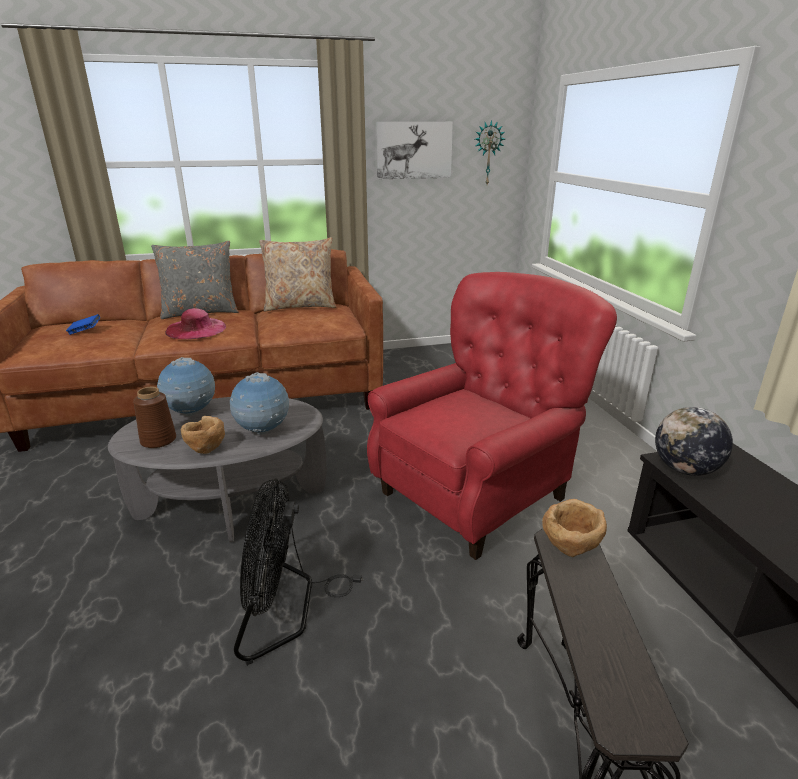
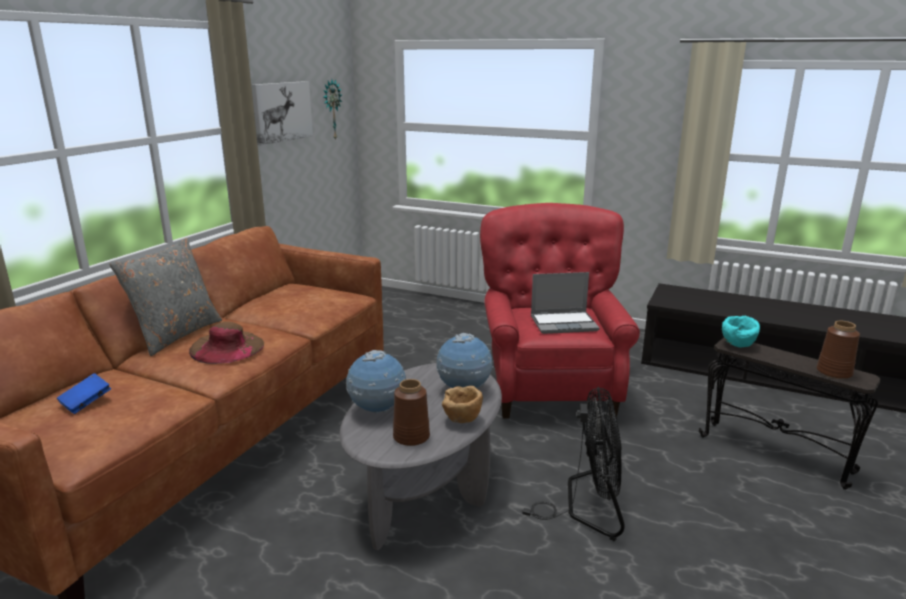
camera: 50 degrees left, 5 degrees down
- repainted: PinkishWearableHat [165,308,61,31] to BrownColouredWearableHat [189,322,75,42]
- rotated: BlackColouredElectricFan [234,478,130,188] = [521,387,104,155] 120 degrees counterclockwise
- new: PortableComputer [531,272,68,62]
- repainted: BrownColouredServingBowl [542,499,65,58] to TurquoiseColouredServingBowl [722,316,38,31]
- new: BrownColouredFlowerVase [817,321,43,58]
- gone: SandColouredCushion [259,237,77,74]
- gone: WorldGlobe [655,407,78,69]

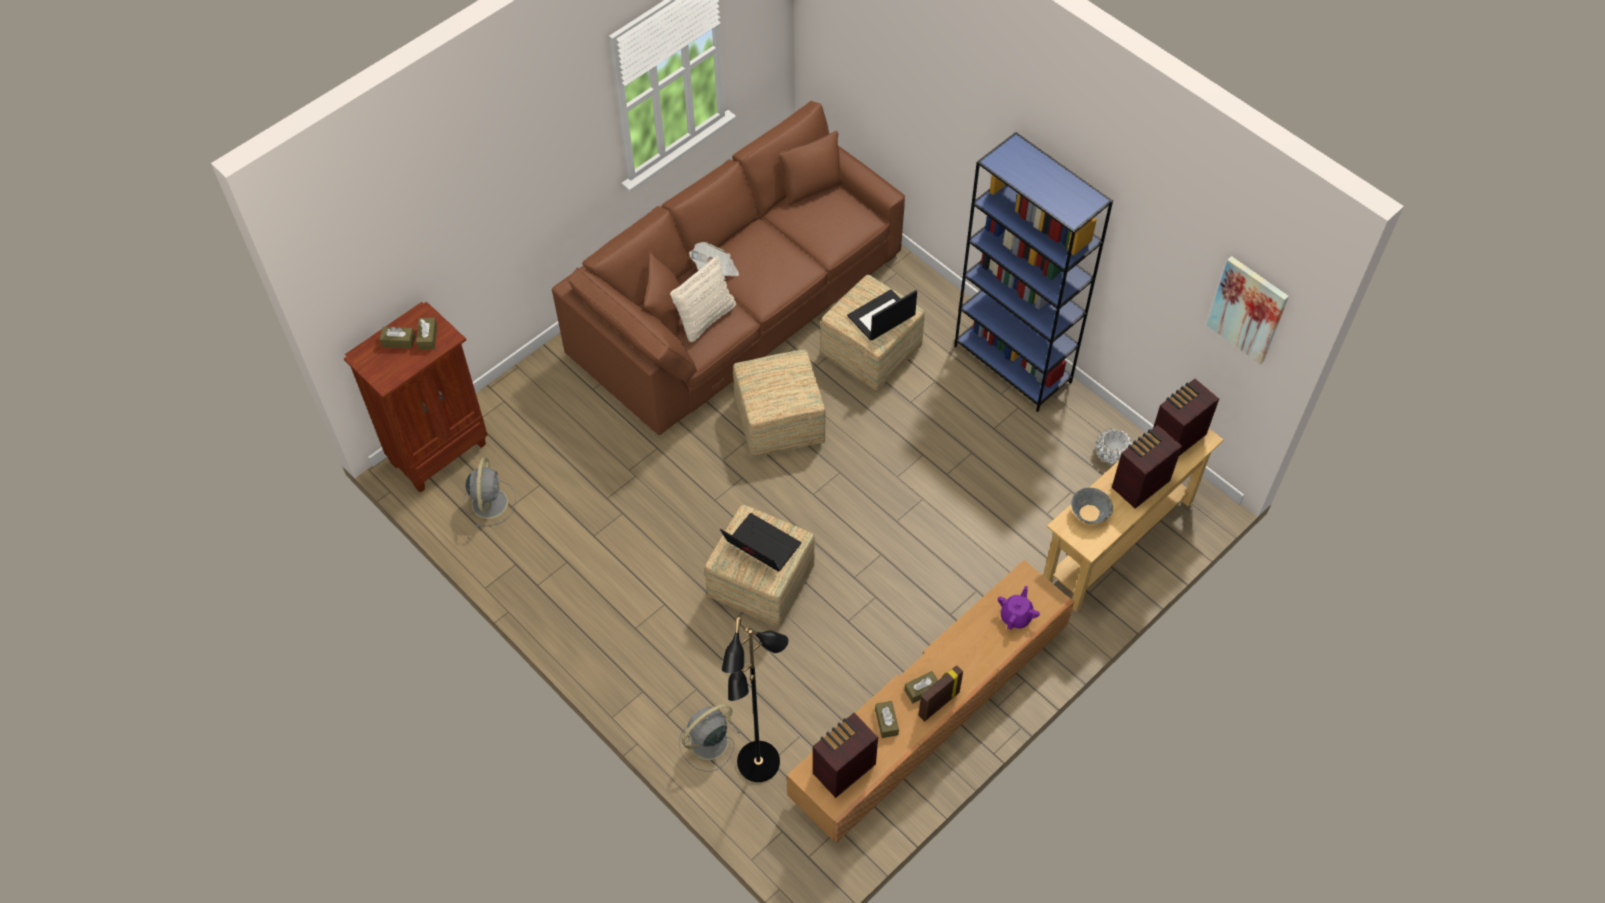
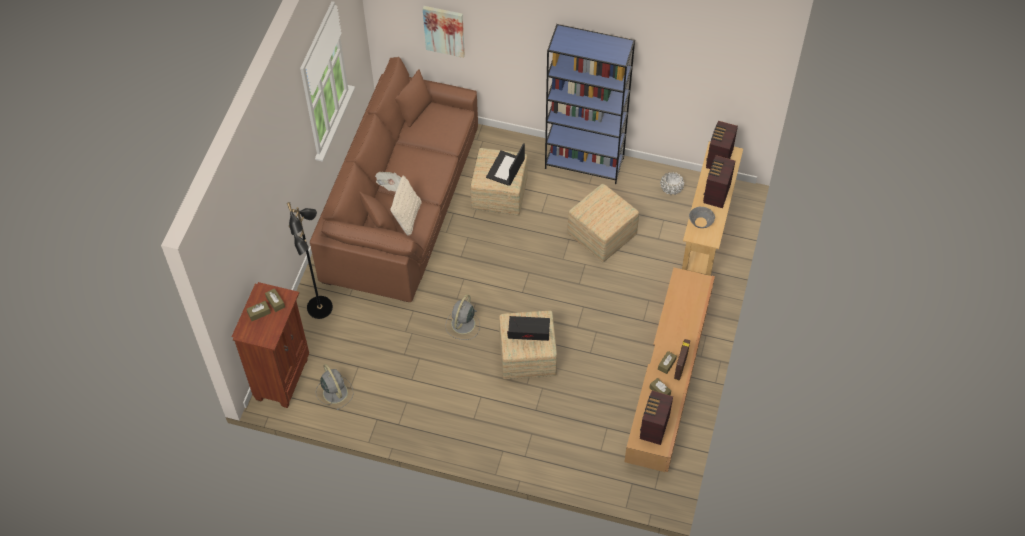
camera: 30 degrees left, 0 degrees up
- shifted: BlackColouredStandingLamp [722,617,67,165] to [287,202,46,117]
- shifted: WallPicture [1206,256,83,108] to [423,6,42,52]
- shifted: GrayElectricFan [679,704,62,68] to [445,294,35,46]
- shifted: Ottoman [733,350,93,108] to [567,184,72,78]
- gone: PurplishPotForTea [998,586,42,44]

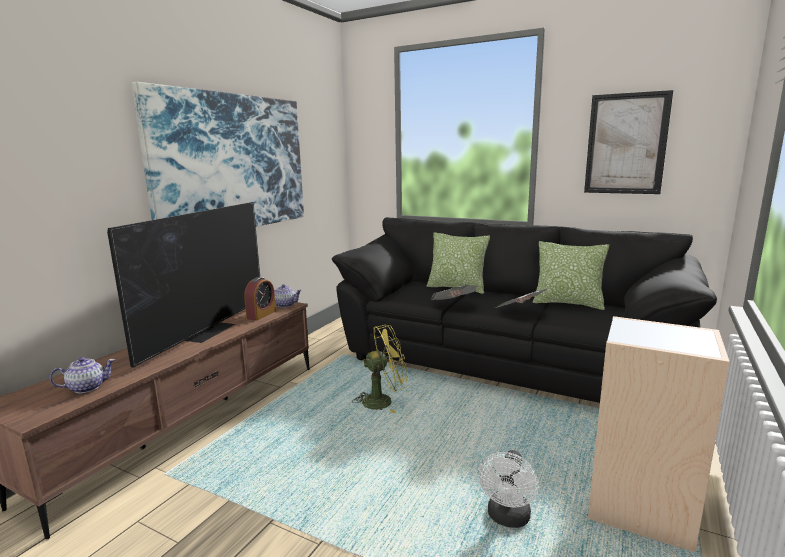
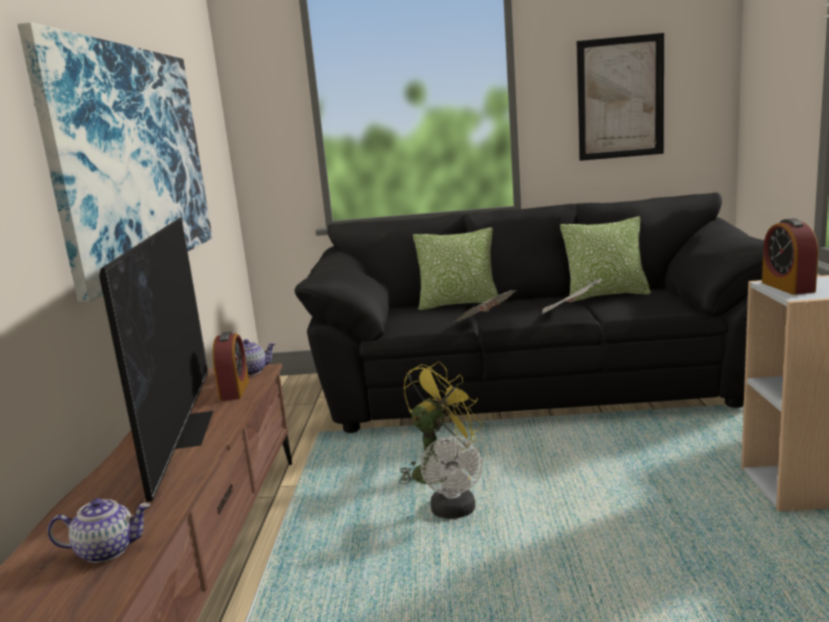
camera: 25 degrees left, 0 degrees up
- rotated: PotForTea [50,357,65,36] = [48,498,102,65] 45 degrees clockwise
- shifted: WhitishElectricFan [479,450,60,78] to [421,436,62,83]
- new: BedsideClock [762,218,56,77]

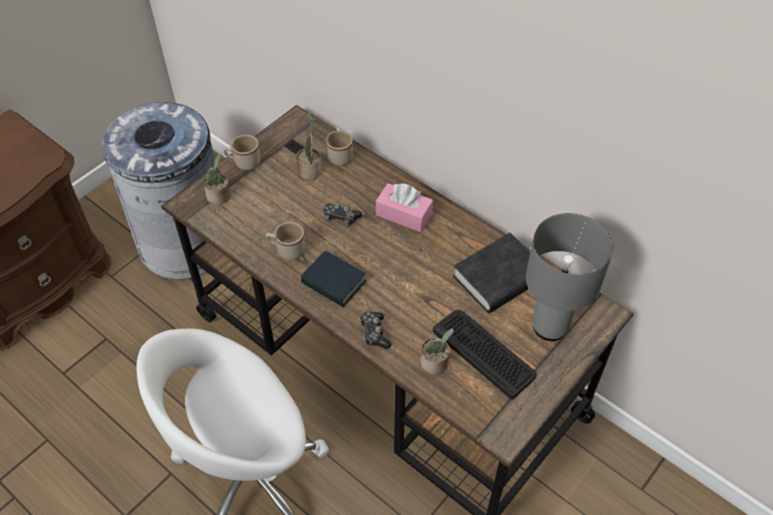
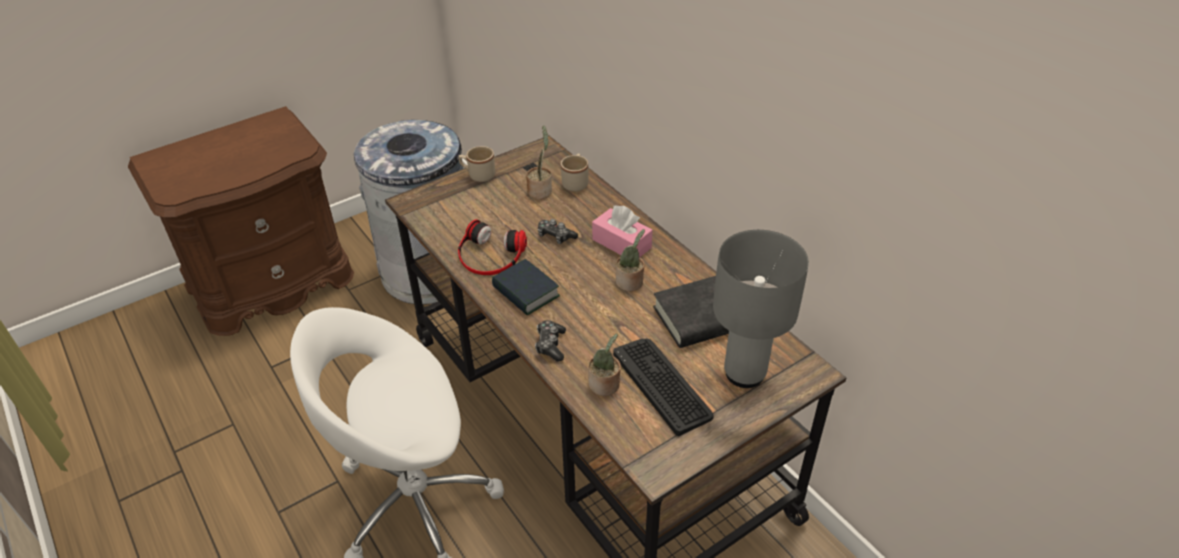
camera: 15 degrees right, 10 degrees down
- swapped: SandColouredCoffeeMug [266,222,39,38] to Headphones [458,219,69,56]
- shifted: PlantInAPot [203,154,28,51] to [616,229,29,62]

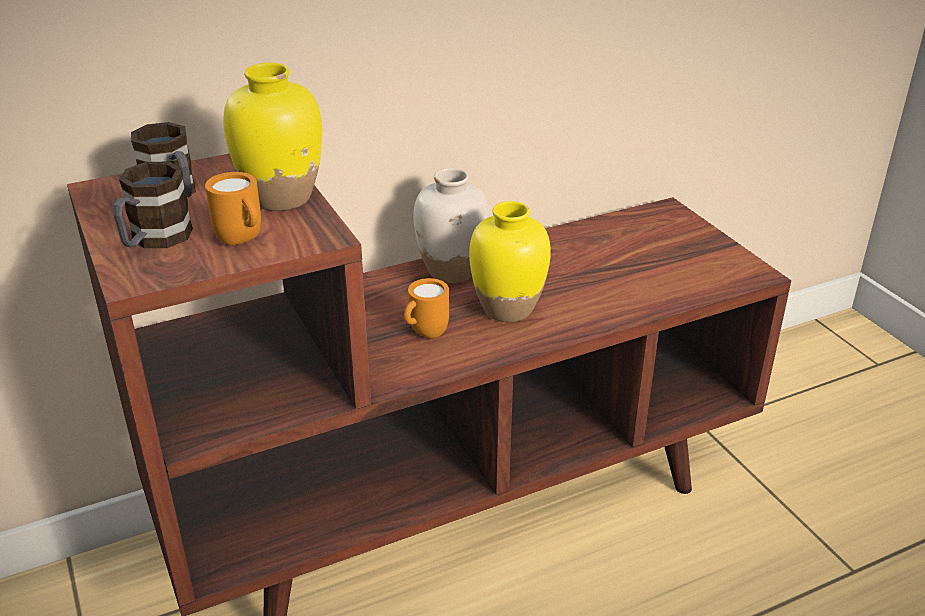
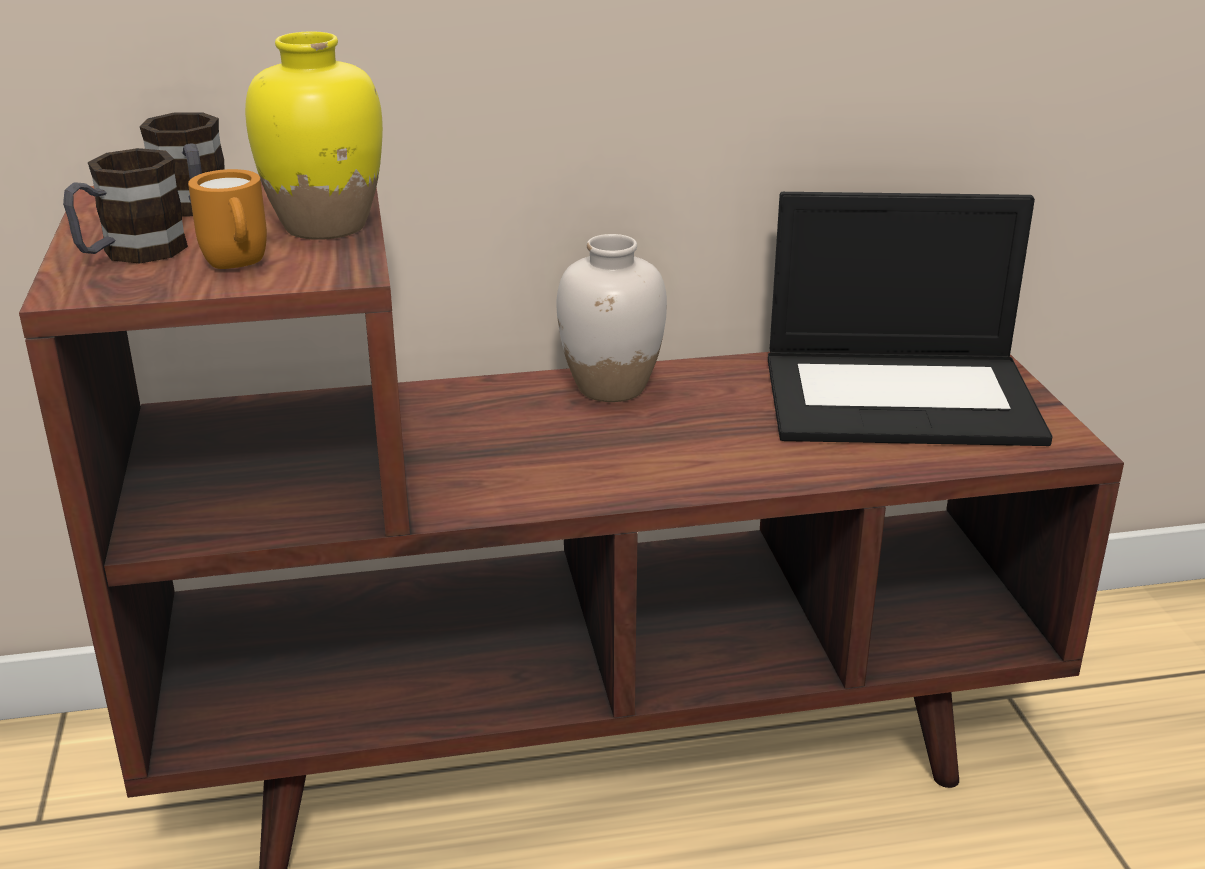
camera: 15 degrees right, 5 degrees down
- new: PortableComputer [768,192,285,254]
- gone: OrangeCoffeeMug [404,278,45,60]
- gone: YellowColouredFlowerVase [469,201,82,121]

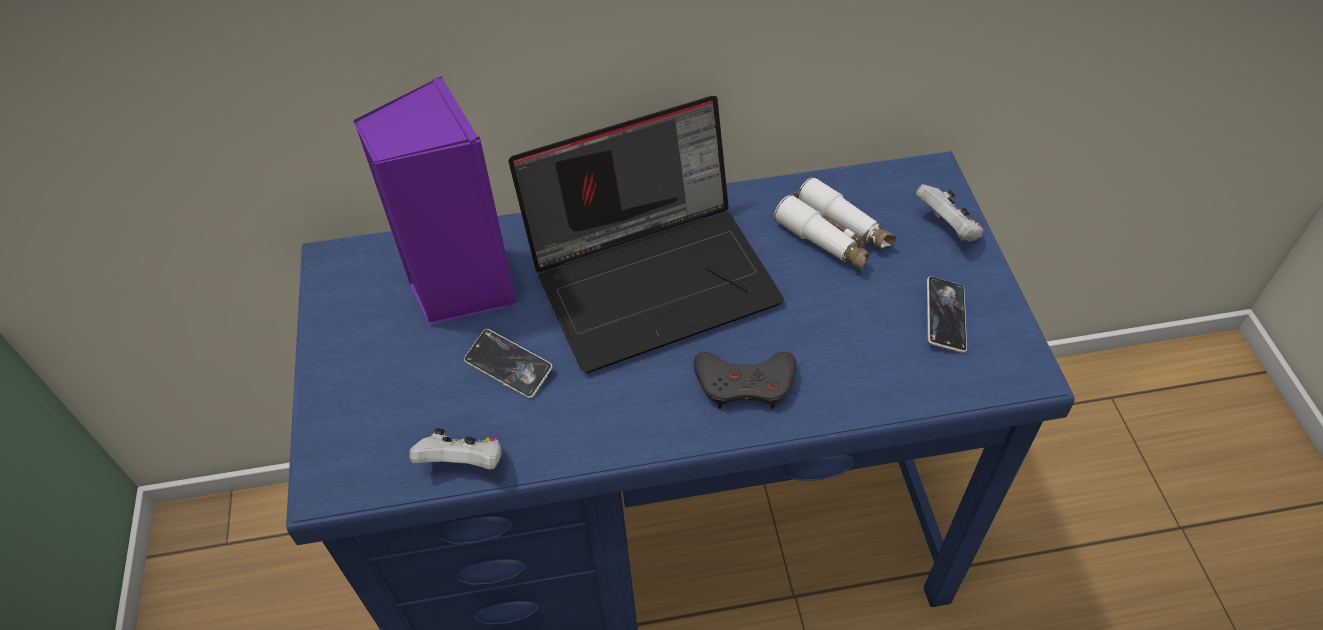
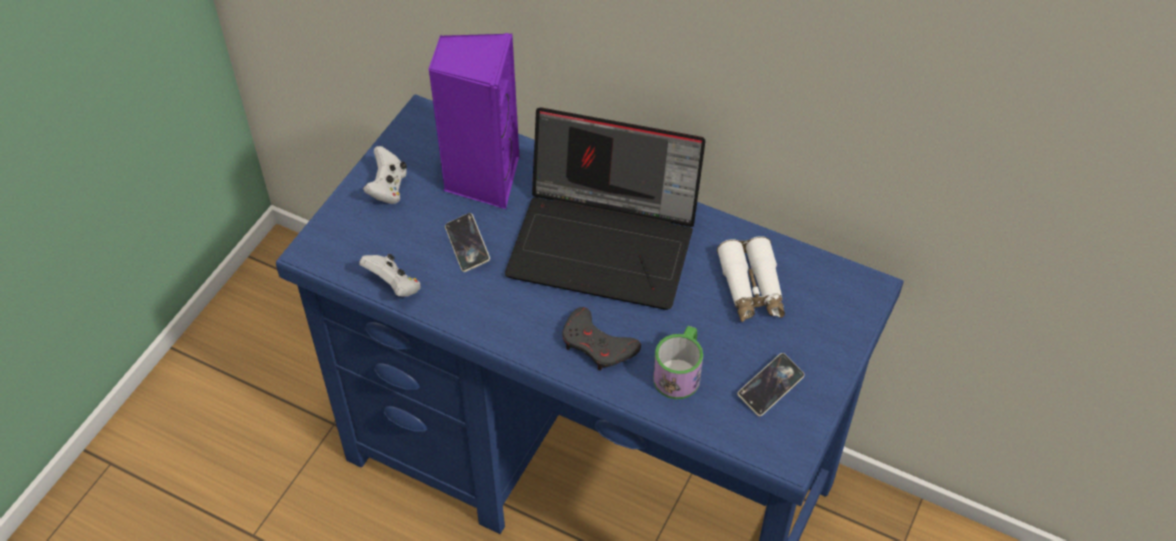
camera: 35 degrees right, 0 degrees up
- shifted: WhitishGameController [916,184,67,58] to [363,146,44,58]
- new: CoffeeMug [653,326,50,73]

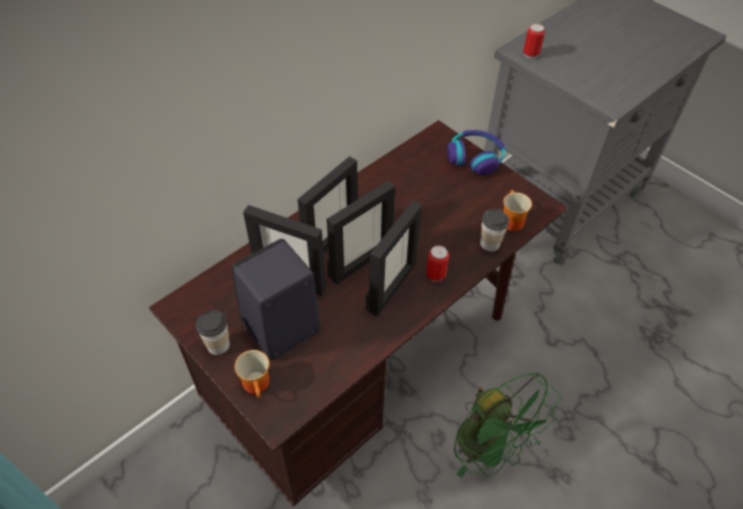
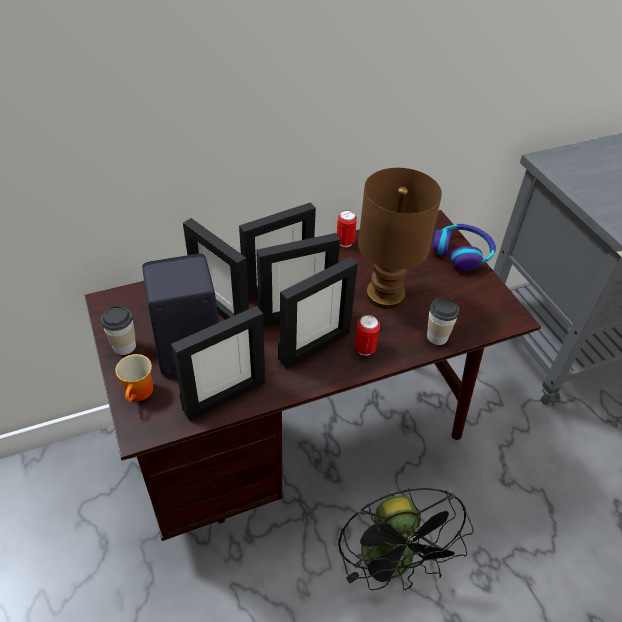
camera: 20 degrees right, 5 degrees down
- new: PhotoFrame [171,306,94,115]
- shifted: MetalCan [523,23,22,36] to [337,210,20,37]
- repainted: GreenColouredElectricFan [454,372,107,106] to BlackColouredElectricFan [338,488,136,102]
- new: BrownColouredLampForATable [358,168,84,141]
- gone: CoffeeMug [503,190,29,41]

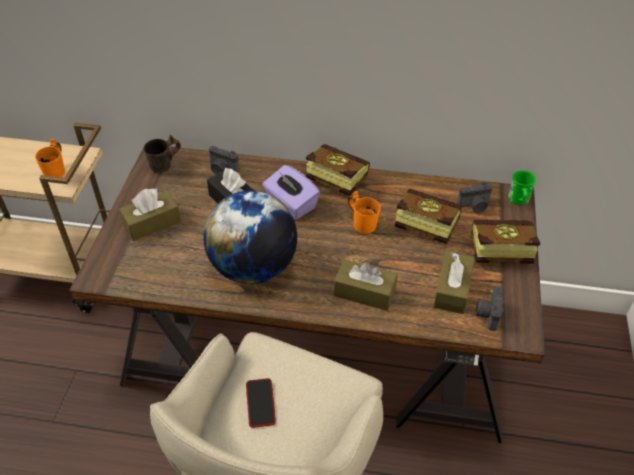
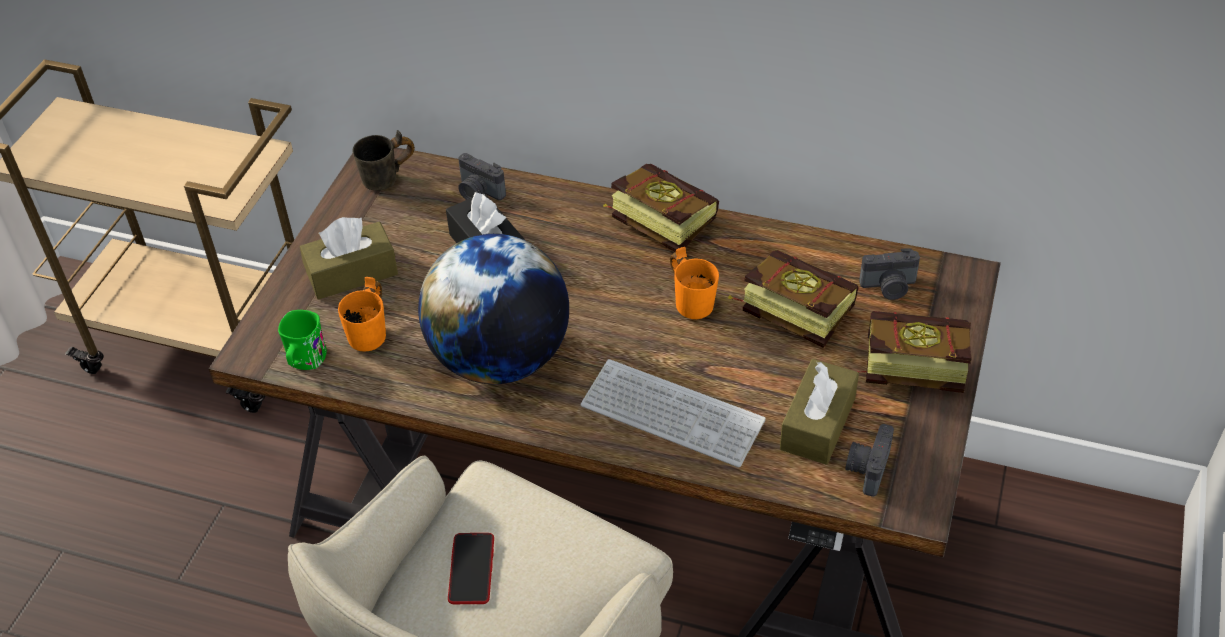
camera: 10 degrees right, 0 degrees up
- shifted: GreenColouredCoffeeMug [508,170,28,35] to [278,310,49,60]
- shifted: OrangeCoffeeMug [35,139,30,38] to [338,277,48,75]
- swapped: BrownColouredBoxOfTissues [334,260,64,51] to Keyboard [581,359,185,108]
- gone: PurplishBoxOfTissues [262,165,58,55]

